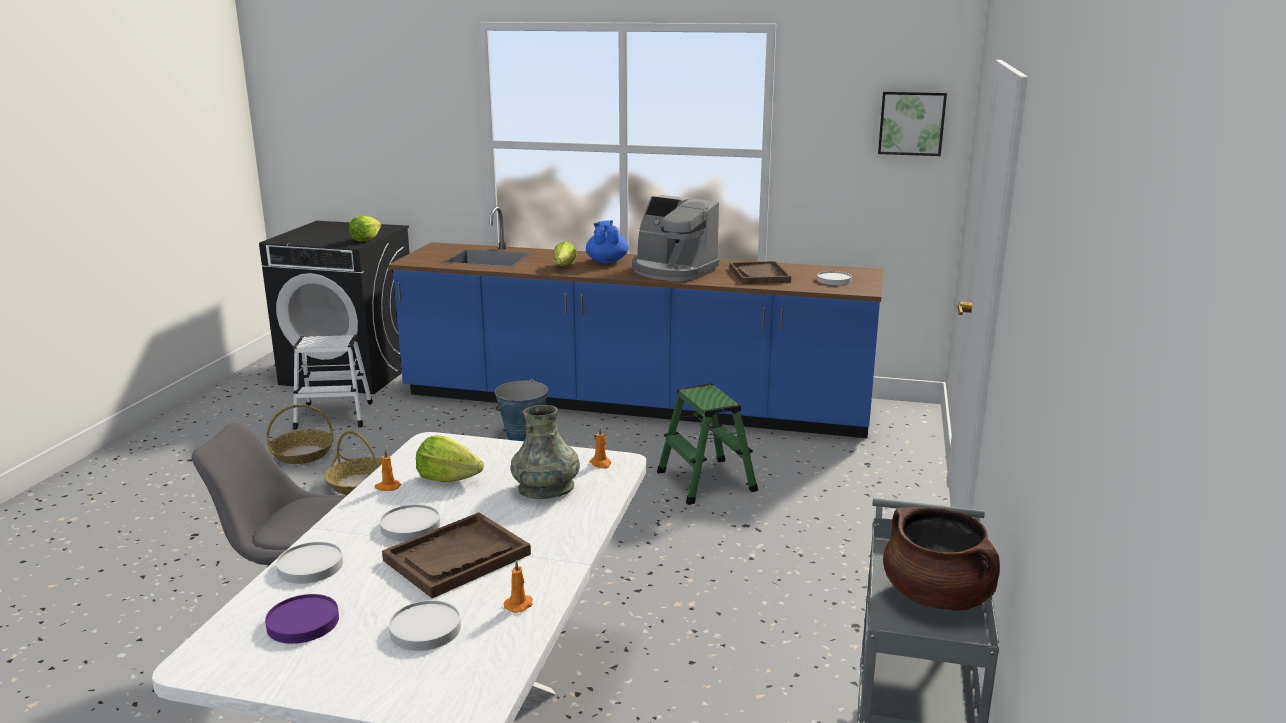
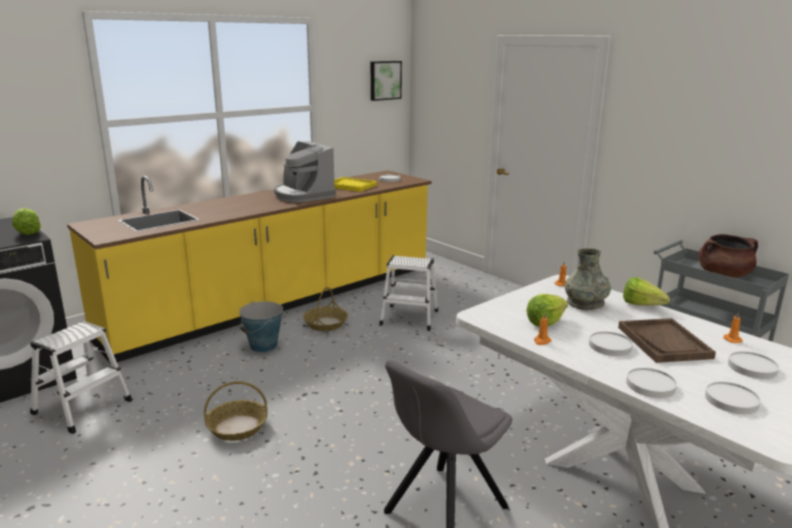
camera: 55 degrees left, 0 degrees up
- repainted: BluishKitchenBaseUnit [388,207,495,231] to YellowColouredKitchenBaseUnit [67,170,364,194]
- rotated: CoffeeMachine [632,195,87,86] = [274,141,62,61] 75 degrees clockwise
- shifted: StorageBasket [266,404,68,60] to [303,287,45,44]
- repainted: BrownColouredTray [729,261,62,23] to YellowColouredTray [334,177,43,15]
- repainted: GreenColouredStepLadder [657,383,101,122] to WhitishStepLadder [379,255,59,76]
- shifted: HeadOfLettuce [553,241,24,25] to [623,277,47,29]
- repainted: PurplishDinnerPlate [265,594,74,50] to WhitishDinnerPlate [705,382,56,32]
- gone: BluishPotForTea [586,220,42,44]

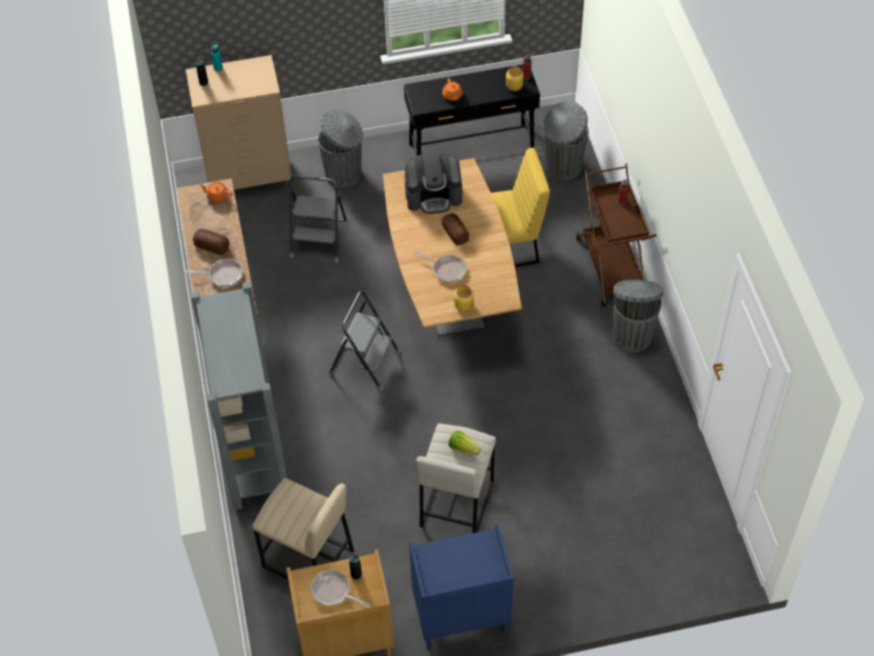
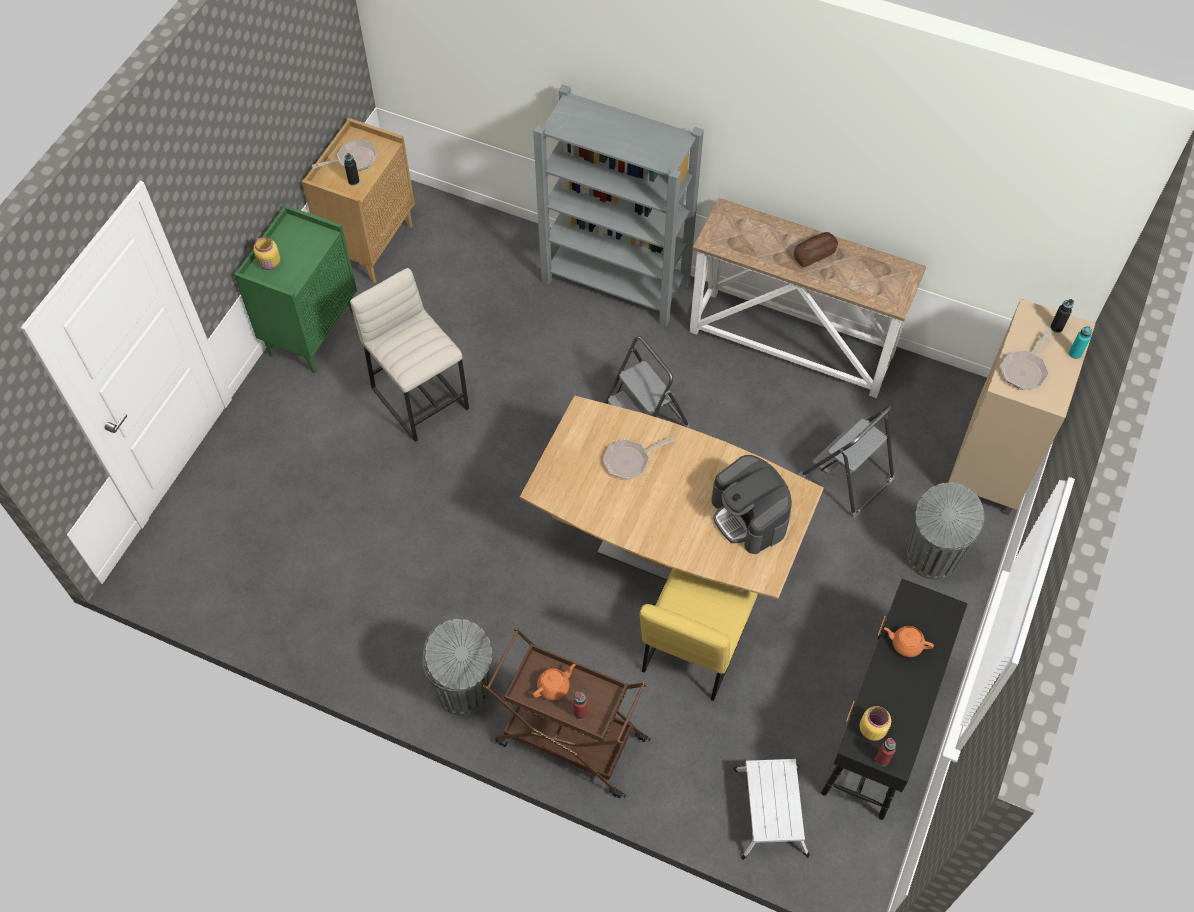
camera: 125 degrees right, 5 degrees up
- repainted: BluishStorageCabinet [409,524,105,126] to GreenColouredStorageCabinet [234,205,123,168]
- shifted: YellowColouredPreserveJar [454,285,20,27] to [253,237,27,33]
- shifted: OrangePotForTea [199,182,34,21] to [533,664,43,37]
- rotated: CoffeeMachine [405,153,57,61] = [712,455,80,99] 60 degrees counterclockwise
- swapped: GrayRubbishBin [543,101,46,79] to WhitishStepLadder [733,759,77,101]
- shifted: Skillet [185,259,58,28] to [1000,331,51,59]
- gone: SandColouredSittingStool [252,478,102,101]
- gone: BakedBread [441,213,28,33]
- gone: HeadOfLettuce [449,430,32,25]

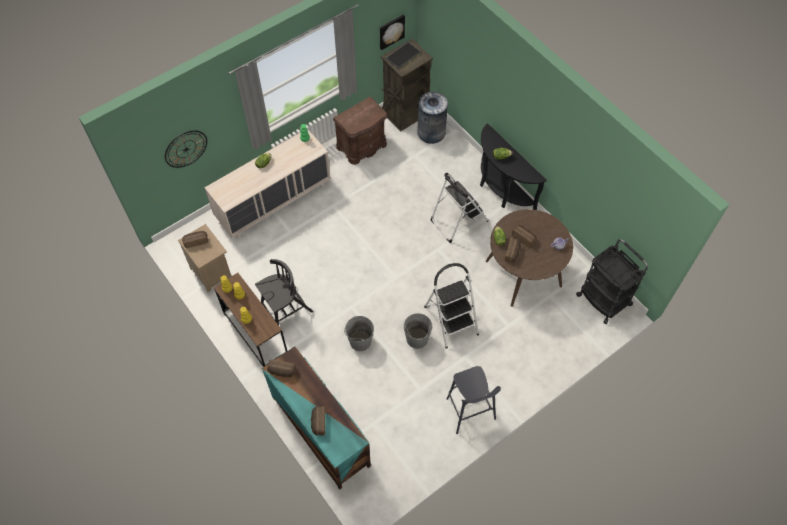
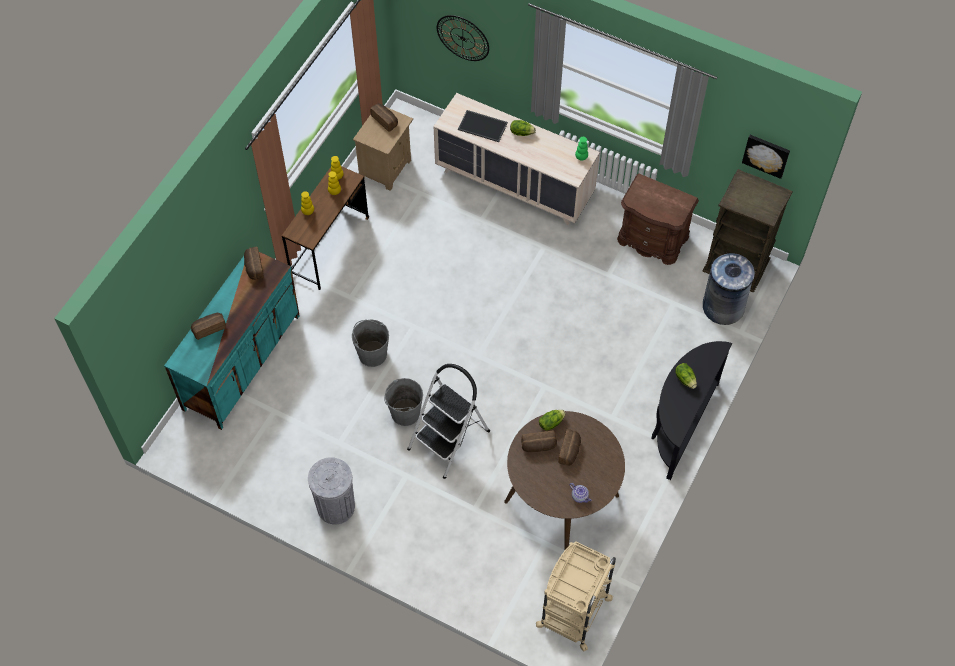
camera: 65 degrees right, 0 degrees up
- swapped: GraySittingStool [446,366,55,68] to GrayRubbishBin [308,457,47,68]
- shifted: Tray [385,42,36,27] to [458,110,50,32]
- repainted: BlackColouredCart [576,239,72,85] to SandColouredCart [536,541,80,110]
- gone: BlackColouredPlainChair [255,259,58,66]
- gone: StepLadder [430,173,59,70]

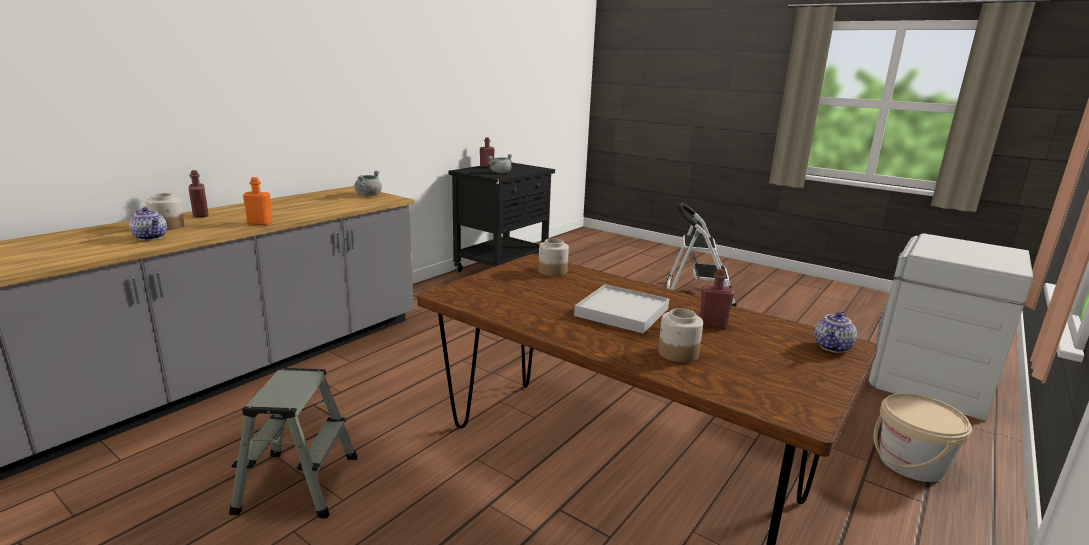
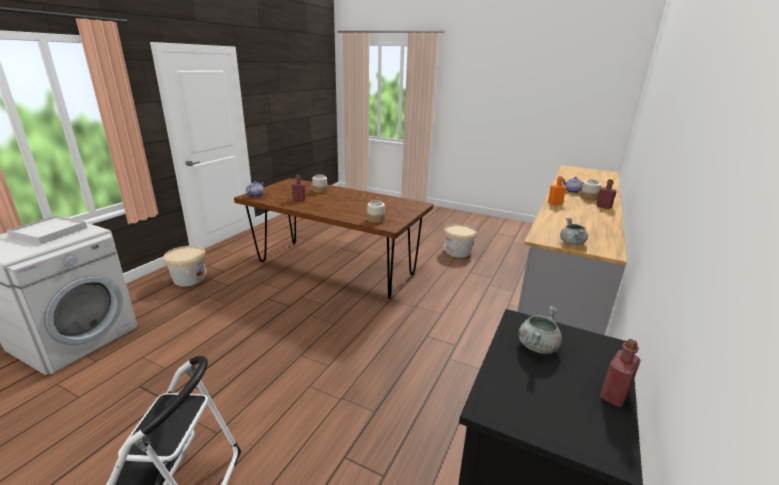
camera: 170 degrees right, 5 degrees up
- shifted: WhitishTray [574,284,95,50] to [7,216,80,28]
- swapped: GrayStepLadder [229,368,129,151] to SandColouredPail [444,224,33,34]

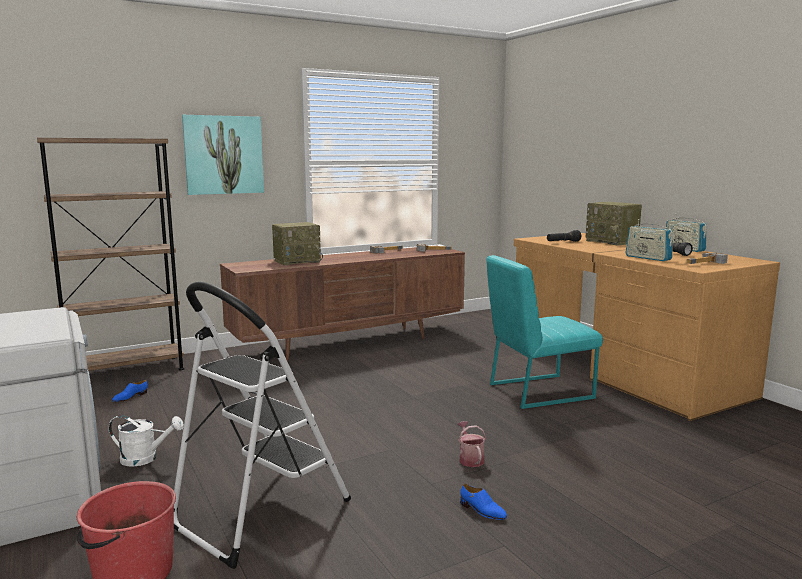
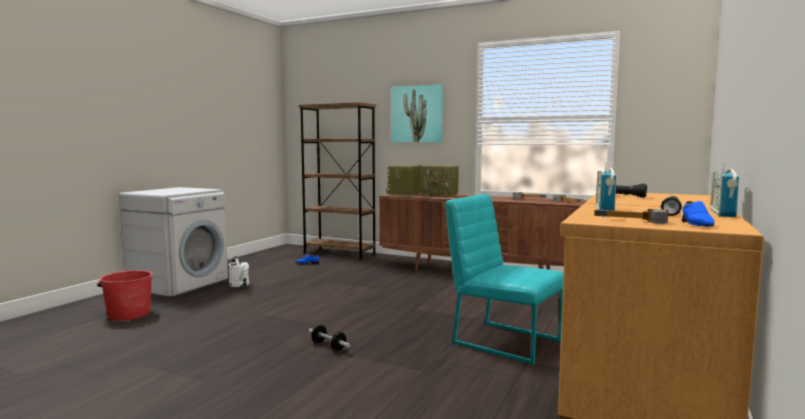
camera: 55 degrees right, 5 degrees down
- swapped: SprinklingCan [458,421,28,46] to FreeWeight [309,325,41,26]
- shifted: Radio [586,202,56,44] to [386,165,36,31]
- shifted: BluishLowShoe [460,484,47,36] to [682,201,32,26]
- gone: StepLadder [174,282,177,287]

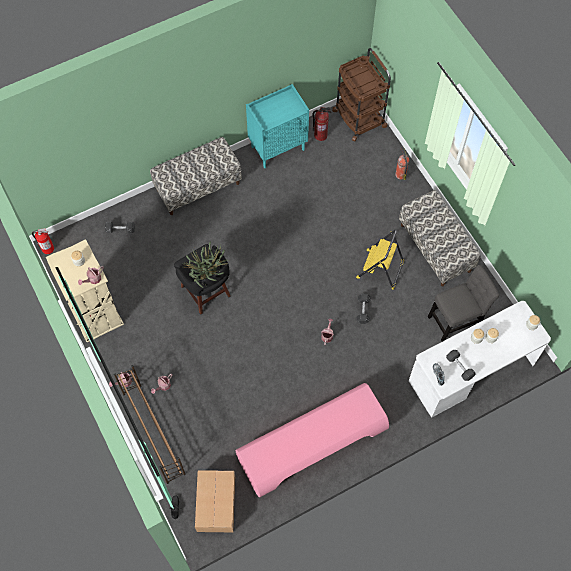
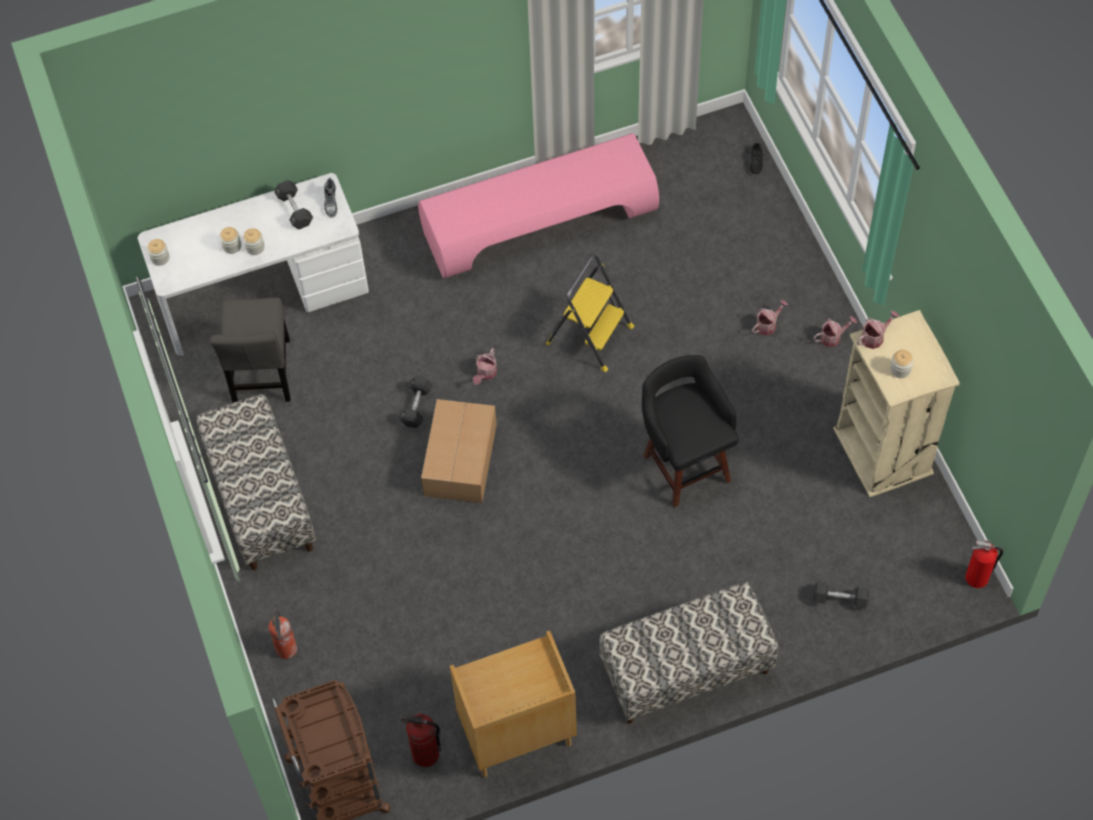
camera: 170 degrees left, 5 degrees down
- rotated: GrayPlainChair [428,265,72,77] = [210,298,81,105] 75 degrees counterclockwise
- shifted: Carton [195,470,40,62] to [421,399,76,104]
- repainted: TurquoiseColouredStorageCabinet [246,84,63,84] to BrownColouredStorageCabinet [450,631,127,146]
- shifted: YellowColouredStepLadder [356,230,48,60] to [546,255,88,117]
- gone: BrownColouredShoeShelf [114,365,72,119]
- gone: PlantInAPot [183,242,46,46]

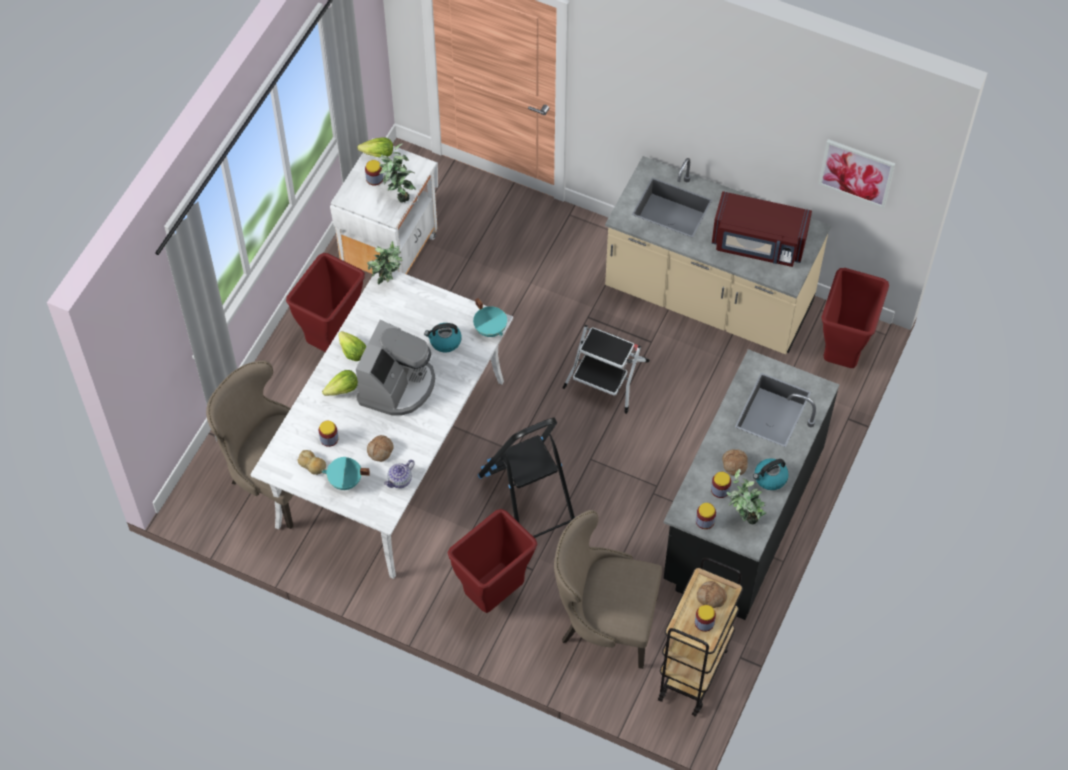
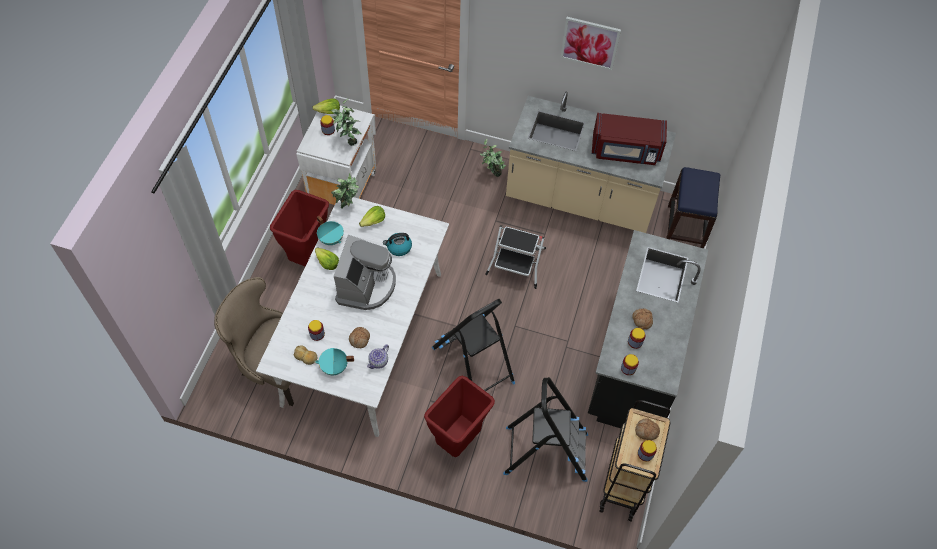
camera: 10 degrees left, 0 degrees up
- shifted: TurquoiseColouredStockpot [473,298,34,39] to [317,216,27,29]
- shifted: HeadOfLettuce [322,370,36,26] to [359,206,26,21]
- shifted: PlantInAPot [726,468,41,56] to [480,138,26,39]
- swapped: SandColouredPlainChair [554,510,108,159] to BlackColouredStepLadder [503,377,85,105]
- shifted: WallPicture [818,139,78,69] to [560,17,61,53]
- swapped: RedColouredRubbishBin [821,268,68,100] to SittingStool [666,167,54,82]
- gone: WaterKettle [753,458,36,32]

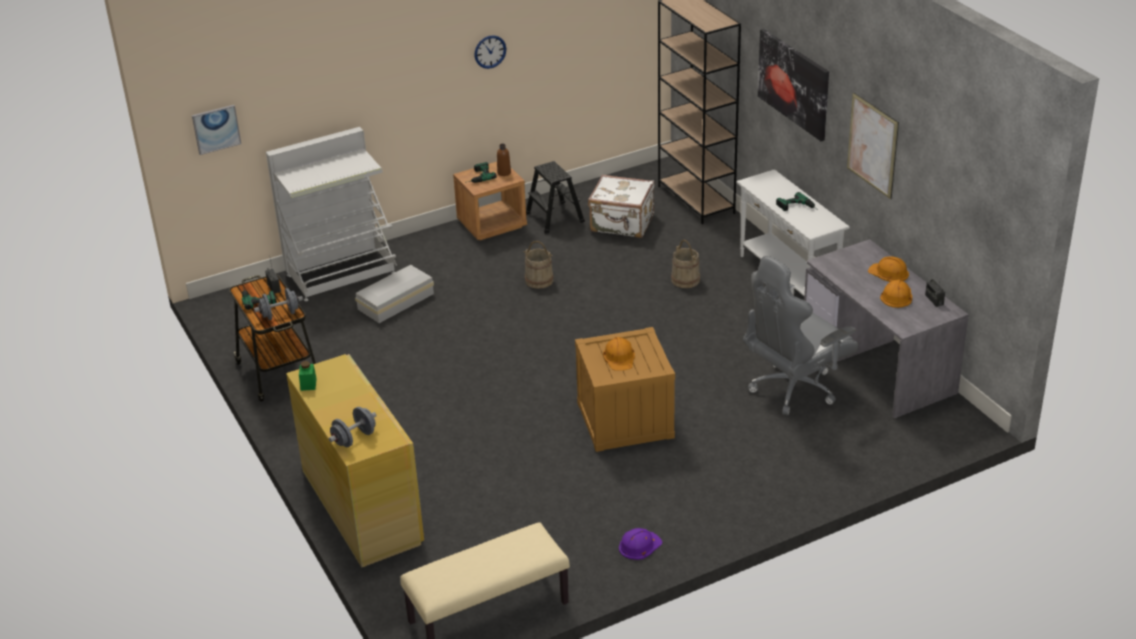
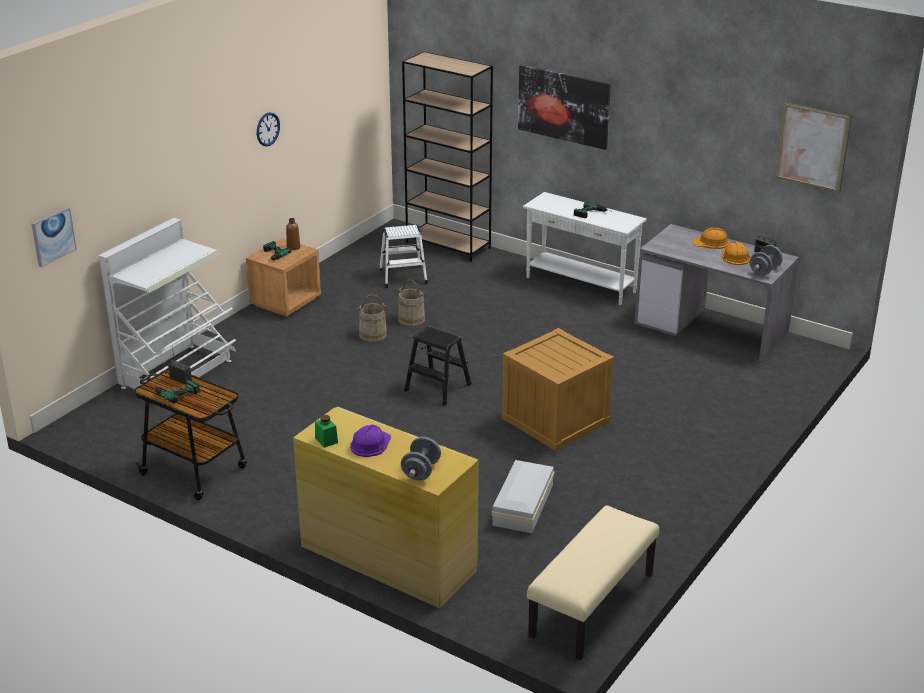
camera: 30 degrees left, 5 degrees down
- shifted: PurplishSafetyHelmet [619,528,44,32] to [350,424,41,33]
- swapped: WhitishSuitcase [588,175,67,63] to WhitishStepLadder [379,224,49,64]
- shifted: SandColouredPail [671,240,29,48] to [398,280,27,46]
- shifted: BlackColouredStepLadder [526,161,59,73] to [404,326,68,80]
- shifted: WhitishStorageBox [355,265,79,58] to [492,460,62,73]
- shifted: GrayFreeWeight [254,288,49,32] to [750,245,33,31]
- shifted: WallPicture [847,93,52,106] to [775,102,77,91]
- gone: OrangeSafetyHelmet [603,337,32,34]
- gone: GrayOfficeChair [743,256,116,159]

